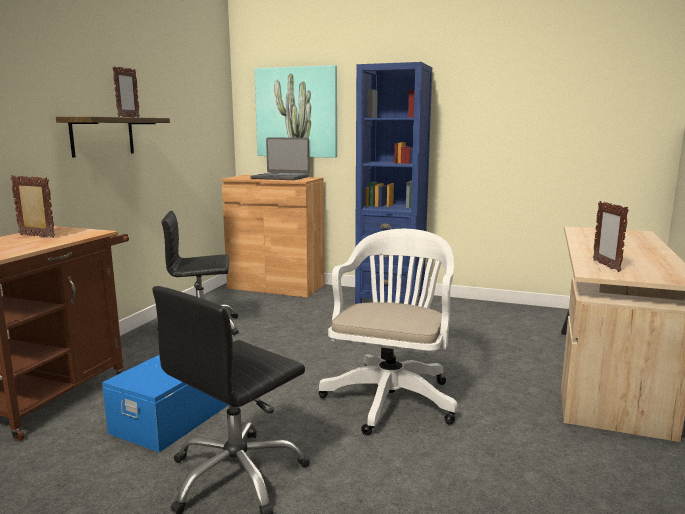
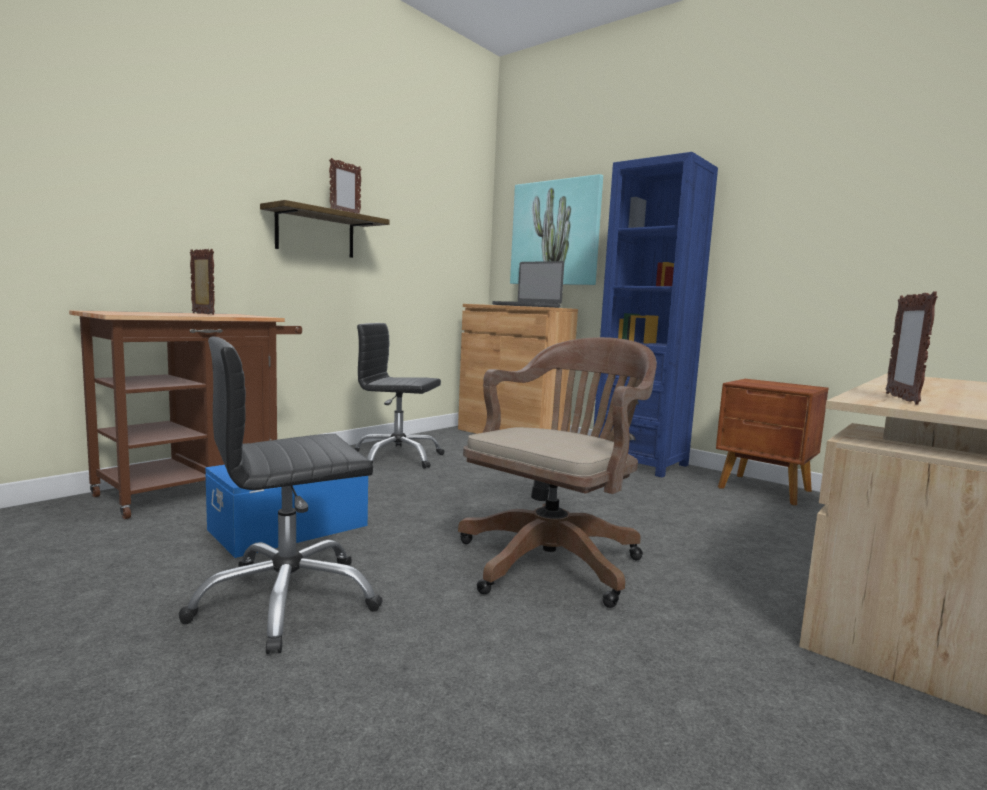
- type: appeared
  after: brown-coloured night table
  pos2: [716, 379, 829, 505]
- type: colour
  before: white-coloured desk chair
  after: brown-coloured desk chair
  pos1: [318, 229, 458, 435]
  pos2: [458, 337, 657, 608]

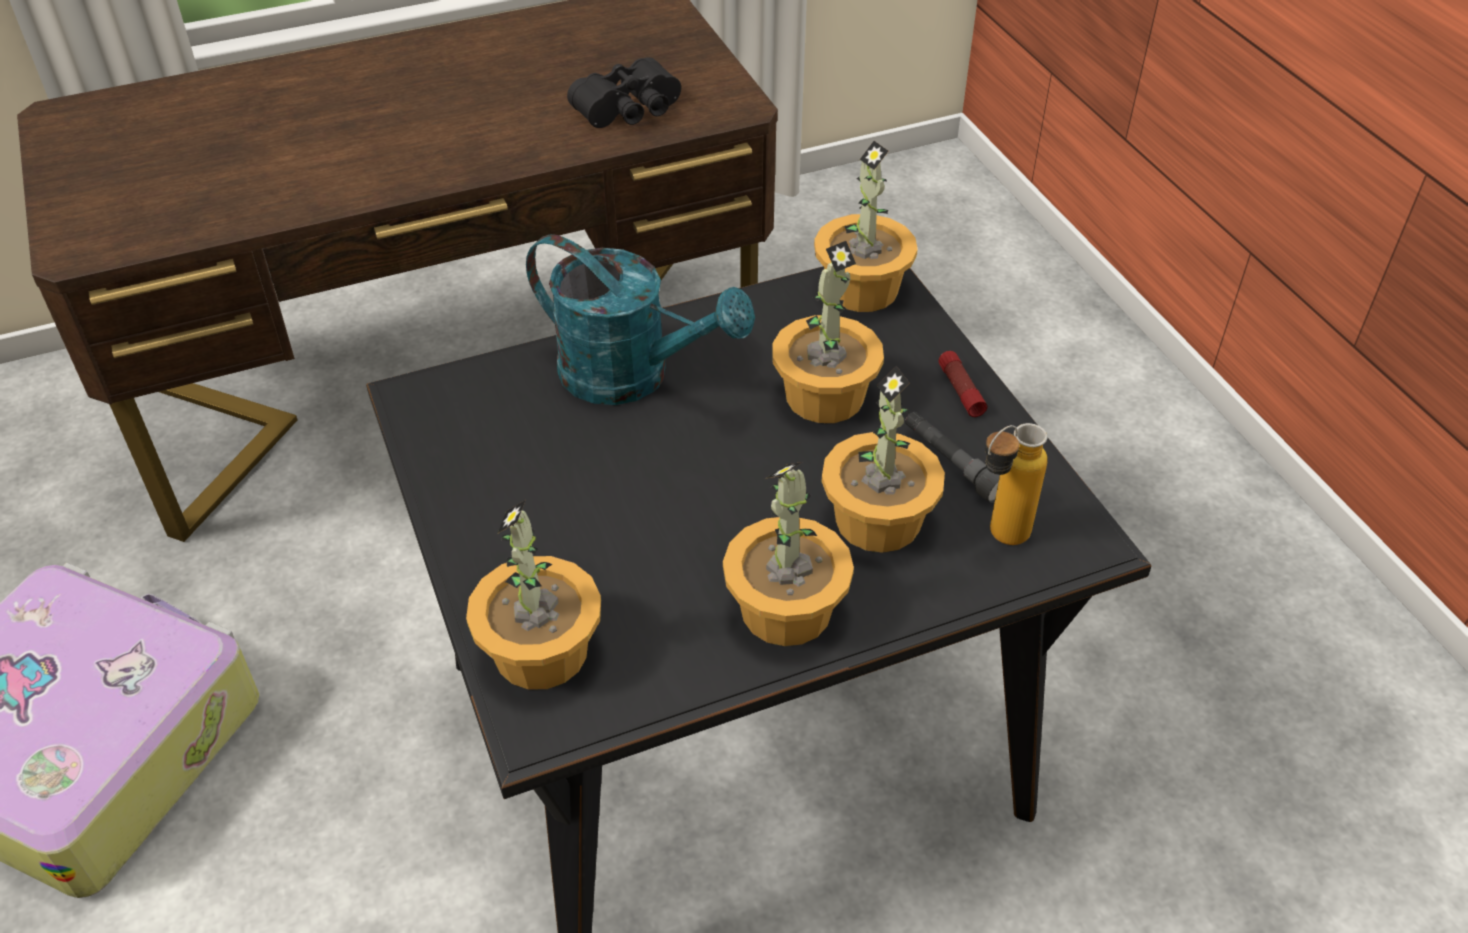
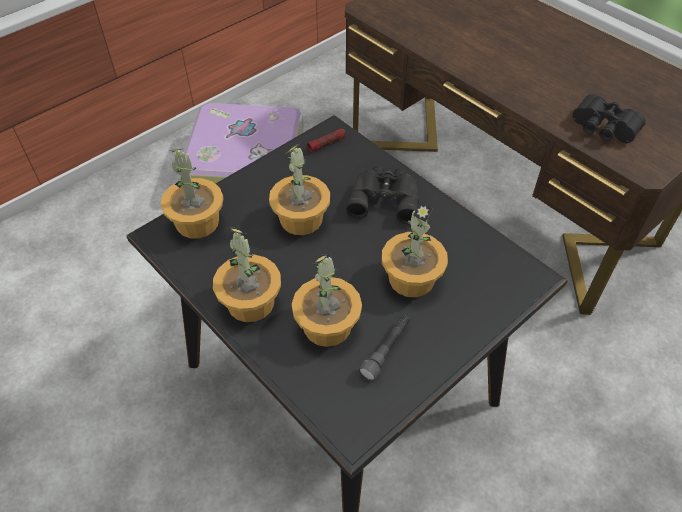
- type: missing
  before: drink bottle
  pos1: [985, 423, 1048, 545]
- type: relocated
  before: plant in a pot
  pos1: [814, 141, 918, 312]
  pos2: [269, 144, 330, 235]
- type: relocated
  before: hand torch
  pos1: [938, 351, 987, 417]
  pos2: [307, 129, 346, 152]
- type: exchanged
  before: turquoise sprinkling can
  after: blackish pair of binoculars
  pos1: [526, 234, 755, 405]
  pos2: [346, 166, 419, 224]

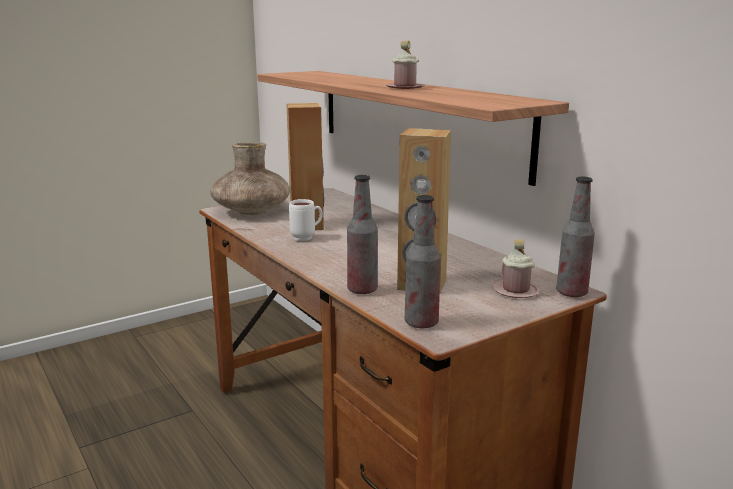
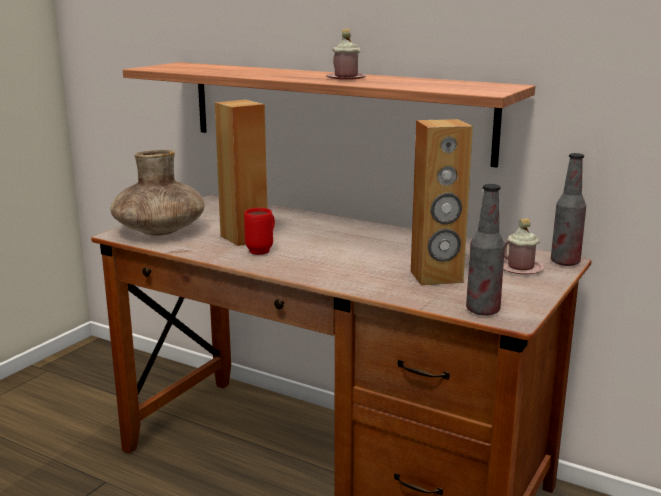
- type: missing
  before: drink bottle
  pos1: [347, 175, 378, 294]
- type: colour
  before: white-coloured tea mug
  after: red tea mug
  pos1: [289, 199, 323, 241]
  pos2: [244, 208, 275, 255]

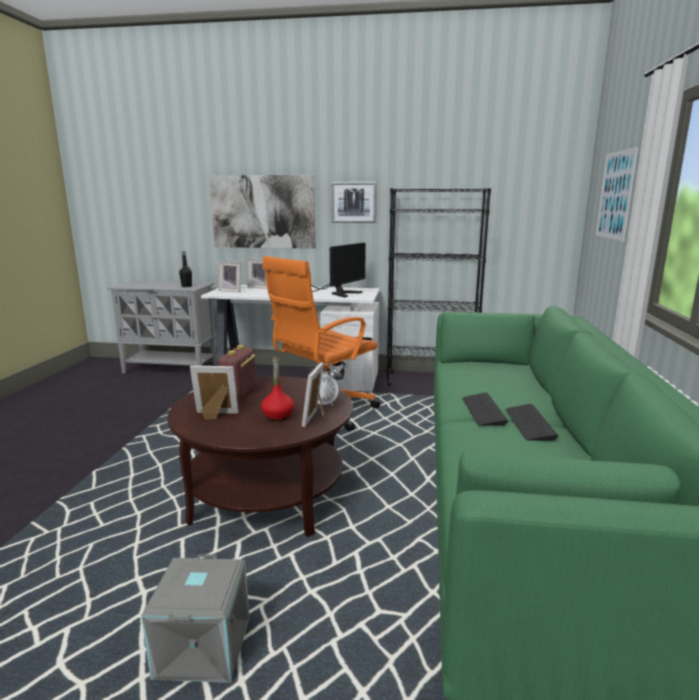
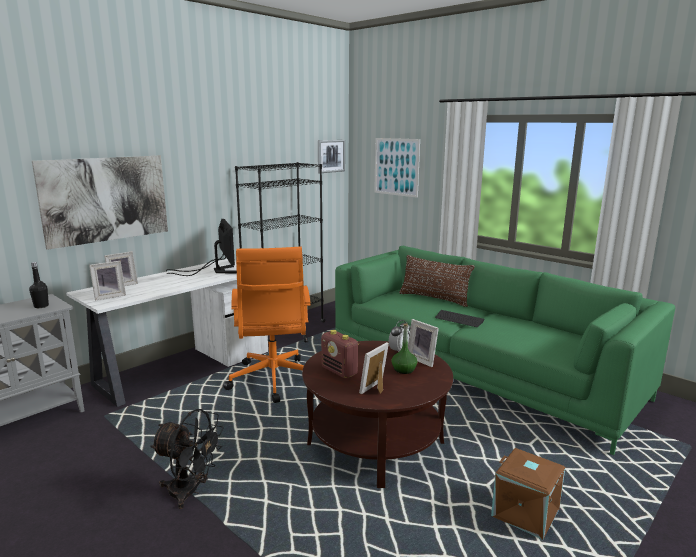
- type: missing
  before: computer keyboard
  pos1: [505, 404, 558, 441]
- type: appeared
  after: blackish electric fan
  pos2: [150, 409, 223, 509]
- type: appeared
  after: brown-coloured throw pillow
  pos2: [399, 255, 474, 307]
- type: relocated
  before: wall picture
  pos1: [331, 182, 377, 223]
  pos2: [318, 140, 345, 173]
- type: colour
  before: greyish storage bin
  after: brown-coloured storage bin
  pos1: [141, 554, 249, 683]
  pos2: [491, 448, 565, 540]
- type: colour
  before: red drink bottle
  after: green drink bottle
  pos1: [261, 357, 294, 421]
  pos2: [391, 323, 417, 374]

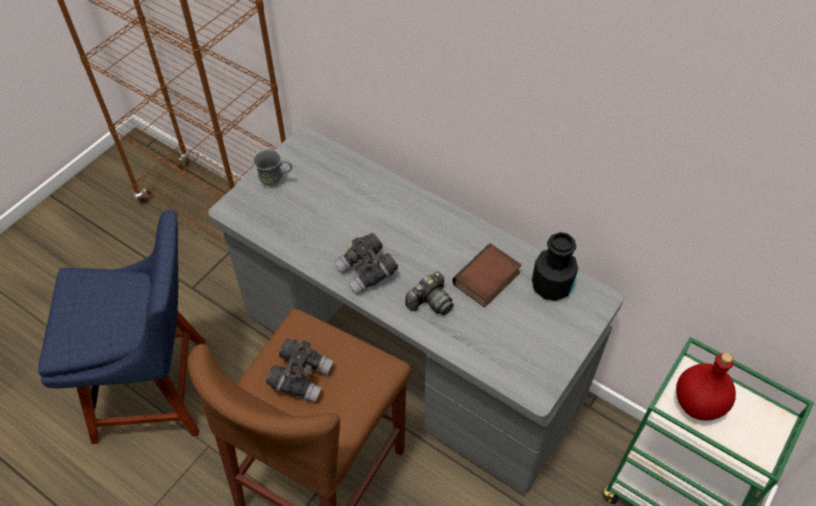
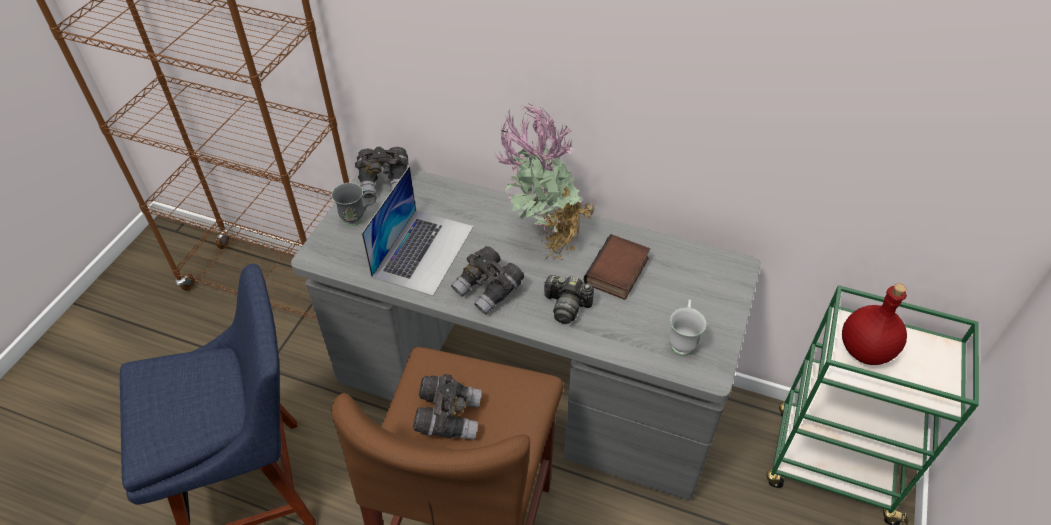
- type: missing
  before: blackish drink bottle
  pos1: [532, 232, 578, 301]
- type: appeared
  after: greyish pair of binoculars
  pos2: [355, 147, 408, 198]
- type: appeared
  after: portable computer
  pos2: [362, 166, 474, 296]
- type: appeared
  after: plant in a pot
  pos2: [493, 104, 595, 260]
- type: appeared
  after: white-coloured tea mug
  pos2: [669, 300, 707, 356]
- type: spun
  before: photo camera
  pos1: [405, 272, 454, 315]
  pos2: [544, 275, 594, 324]
  turn: 75

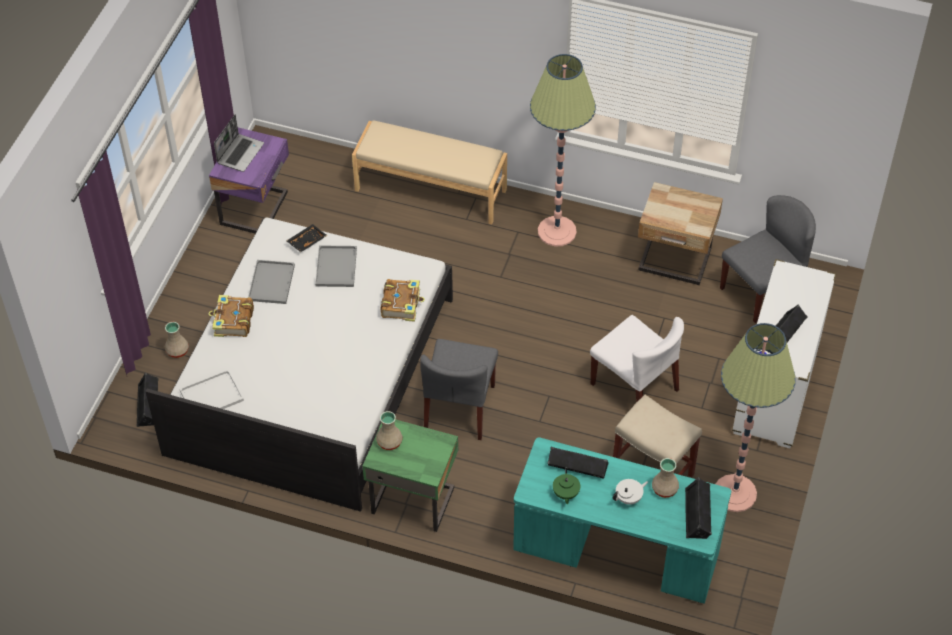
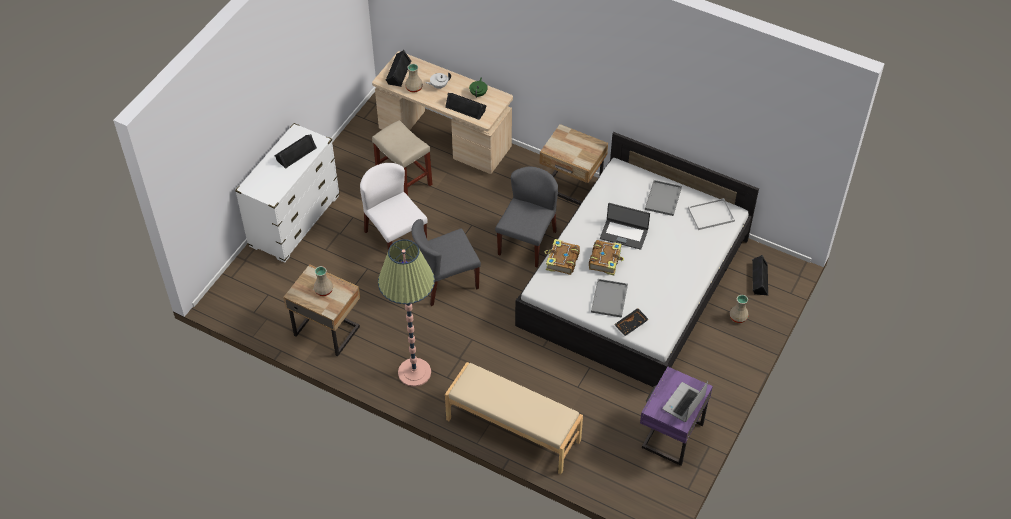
- type: missing
  before: standing lamp
  pos1: [716, 323, 796, 512]
- type: appeared
  after: portable computer
  pos2: [600, 203, 650, 250]
- type: relocated
  before: book
  pos1: [208, 295, 254, 337]
  pos2: [589, 240, 624, 275]
- type: relocated
  before: greyish carrying tray
  pos1: [248, 260, 295, 304]
  pos2: [645, 180, 682, 216]
- type: relocated
  before: sand-coloured vase
  pos1: [376, 411, 402, 450]
  pos2: [313, 266, 333, 296]
- type: relocated
  before: greyish chair
  pos1: [720, 195, 816, 323]
  pos2: [411, 219, 481, 306]
- type: colour
  before: green night table
  after: sand-coloured night table
  pos1: [363, 420, 458, 532]
  pos2: [539, 124, 608, 205]
- type: colour
  before: turquoise desk
  after: sand-coloured desk
  pos1: [513, 437, 731, 604]
  pos2: [372, 51, 513, 174]

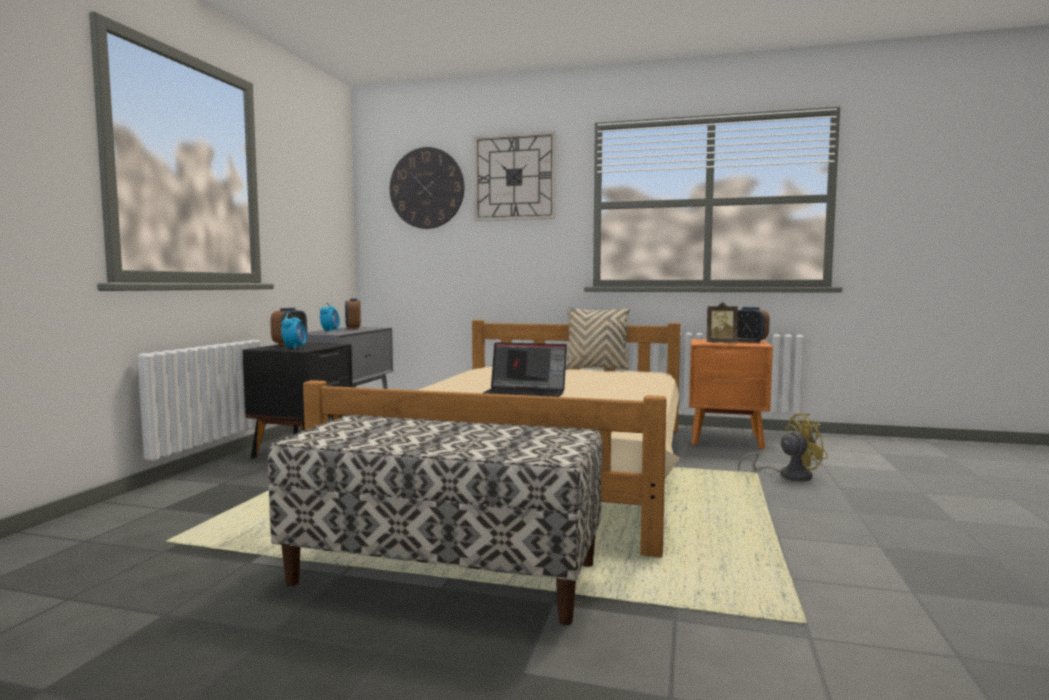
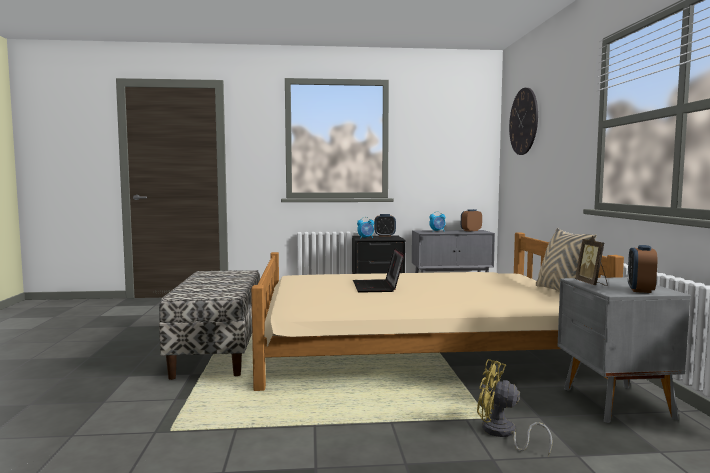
- type: missing
  before: wall clock
  pos1: [474, 131, 556, 221]
- type: colour
  before: orangey night table
  after: greyish night table
  pos1: [689, 339, 773, 449]
  pos2: [558, 277, 690, 423]
- type: spun
  before: yellow electric fan
  pos1: [738, 413, 828, 481]
  pos2: [477, 359, 552, 456]
  turn: 150

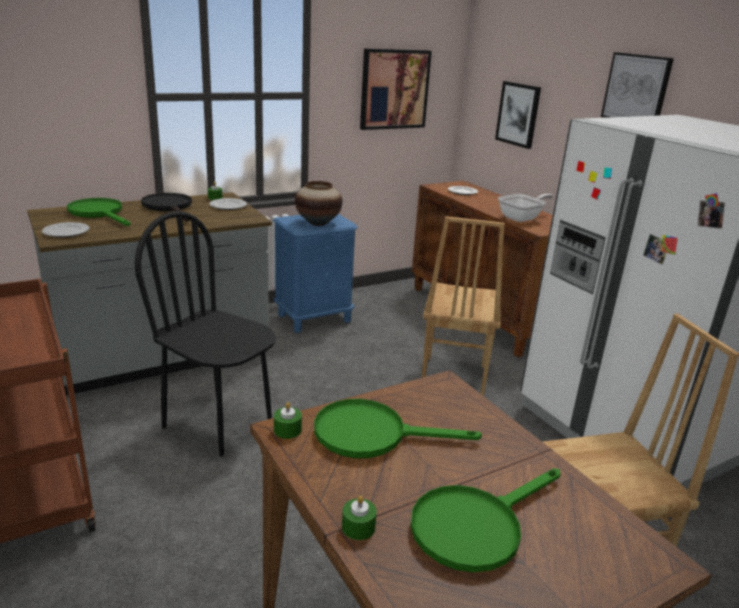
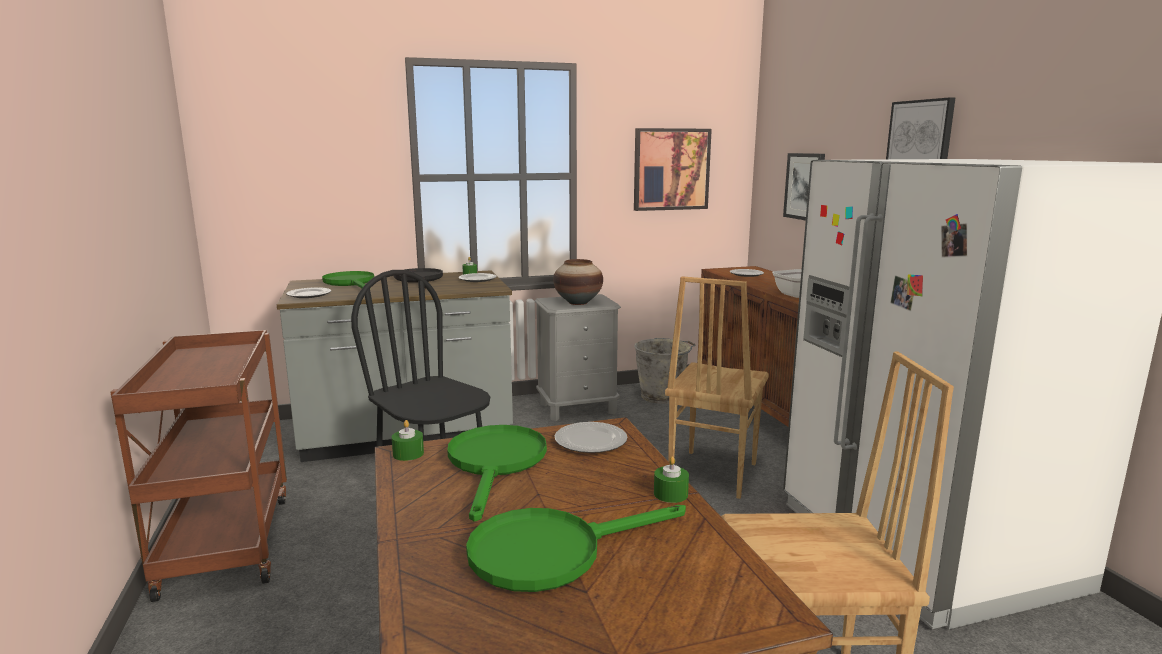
- type: appeared
  after: flat dish
  pos2: [555, 422, 627, 453]
- type: appeared
  after: greyish water bucket
  pos2: [634, 338, 696, 404]
- type: relocated
  before: green wax candle
  pos1: [342, 495, 377, 540]
  pos2: [654, 456, 689, 503]
- type: colour
  before: bluish night table
  after: greyish night table
  pos1: [273, 214, 358, 333]
  pos2: [535, 294, 621, 421]
- type: spun
  before: green skillet
  pos1: [314, 399, 482, 458]
  pos2: [447, 425, 547, 522]
  turn: 75

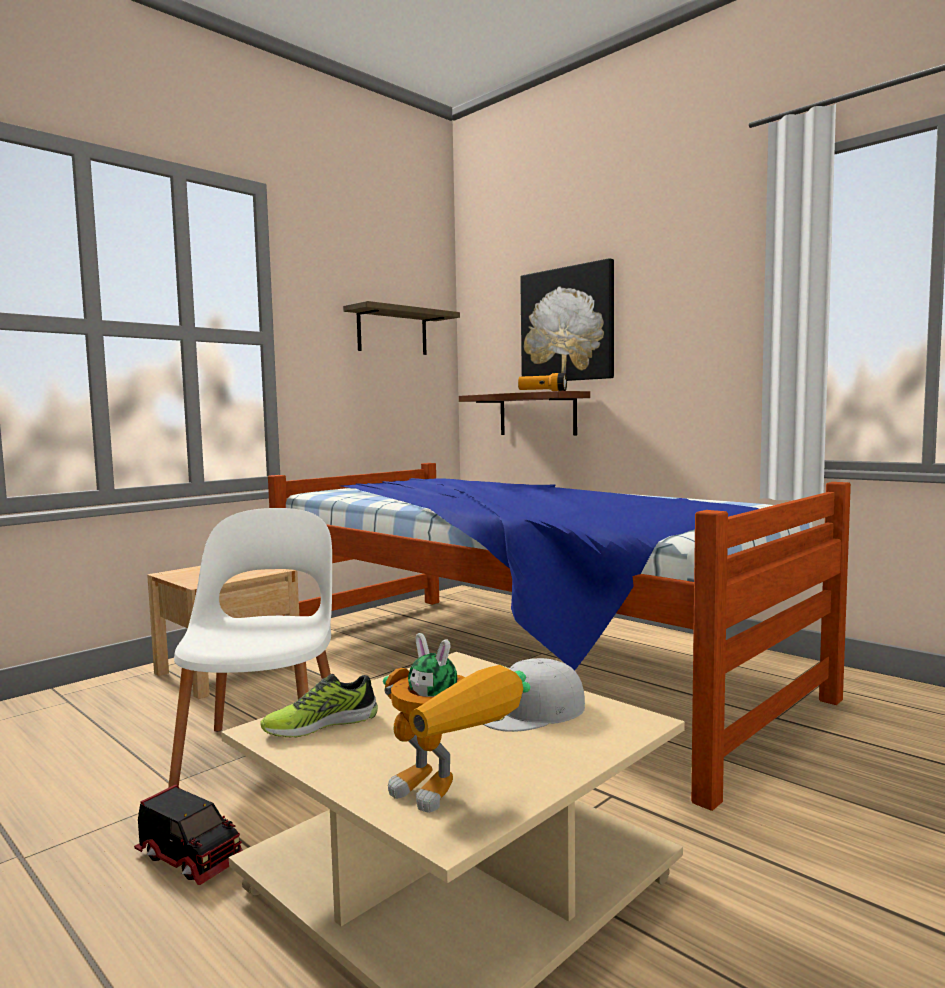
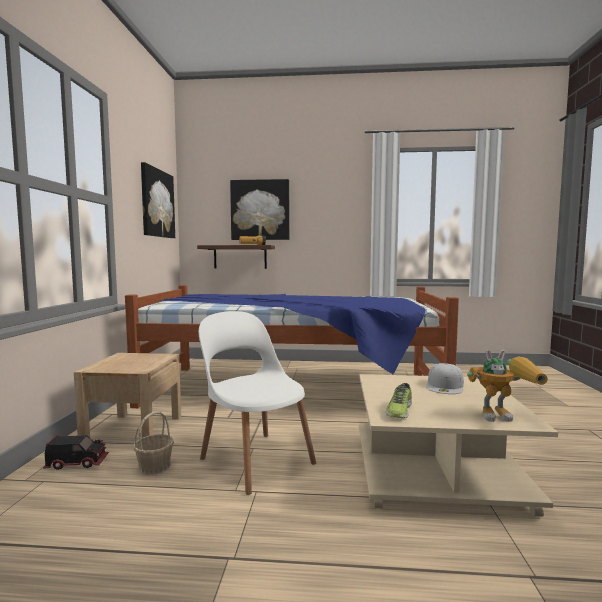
- type: appeared
  after: storage basket
  pos2: [133, 411, 174, 475]
- type: relocated
  before: toy truck
  pos1: [134, 784, 243, 885]
  pos2: [43, 435, 109, 470]
- type: exchanged
  before: wall shelf
  after: wall picture
  pos1: [343, 301, 460, 355]
  pos2: [141, 162, 175, 238]

